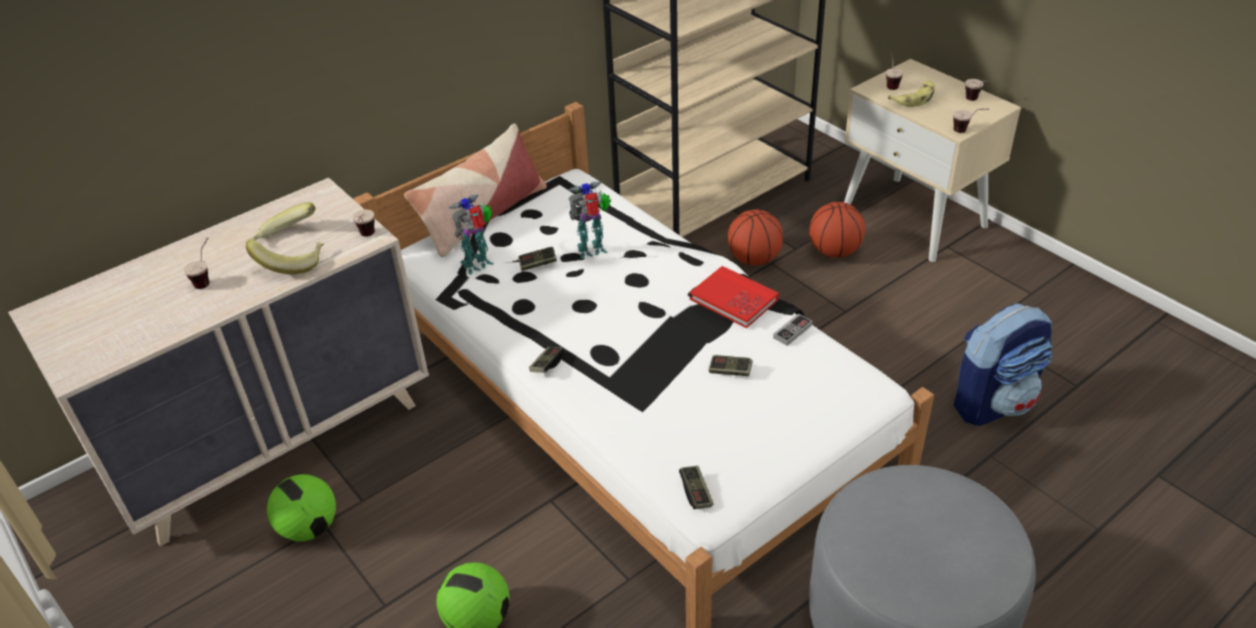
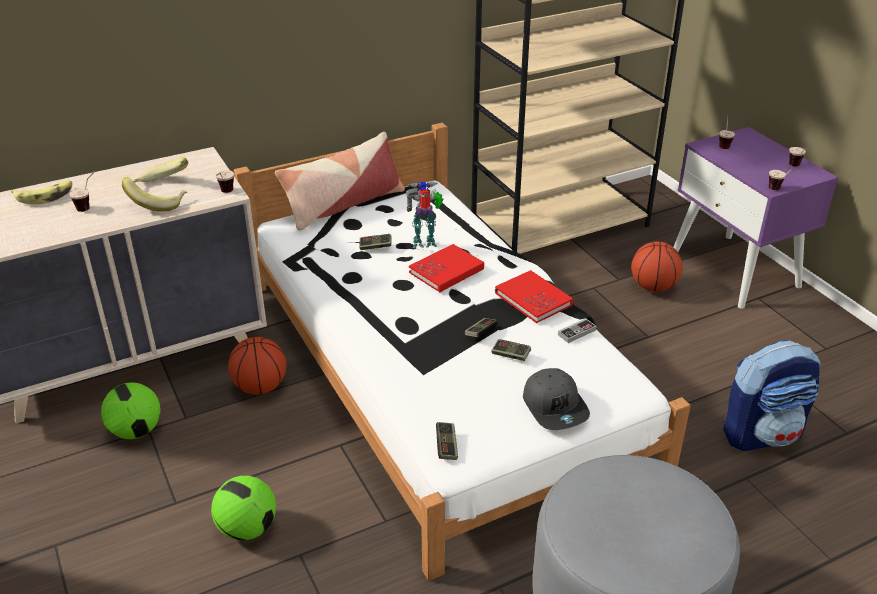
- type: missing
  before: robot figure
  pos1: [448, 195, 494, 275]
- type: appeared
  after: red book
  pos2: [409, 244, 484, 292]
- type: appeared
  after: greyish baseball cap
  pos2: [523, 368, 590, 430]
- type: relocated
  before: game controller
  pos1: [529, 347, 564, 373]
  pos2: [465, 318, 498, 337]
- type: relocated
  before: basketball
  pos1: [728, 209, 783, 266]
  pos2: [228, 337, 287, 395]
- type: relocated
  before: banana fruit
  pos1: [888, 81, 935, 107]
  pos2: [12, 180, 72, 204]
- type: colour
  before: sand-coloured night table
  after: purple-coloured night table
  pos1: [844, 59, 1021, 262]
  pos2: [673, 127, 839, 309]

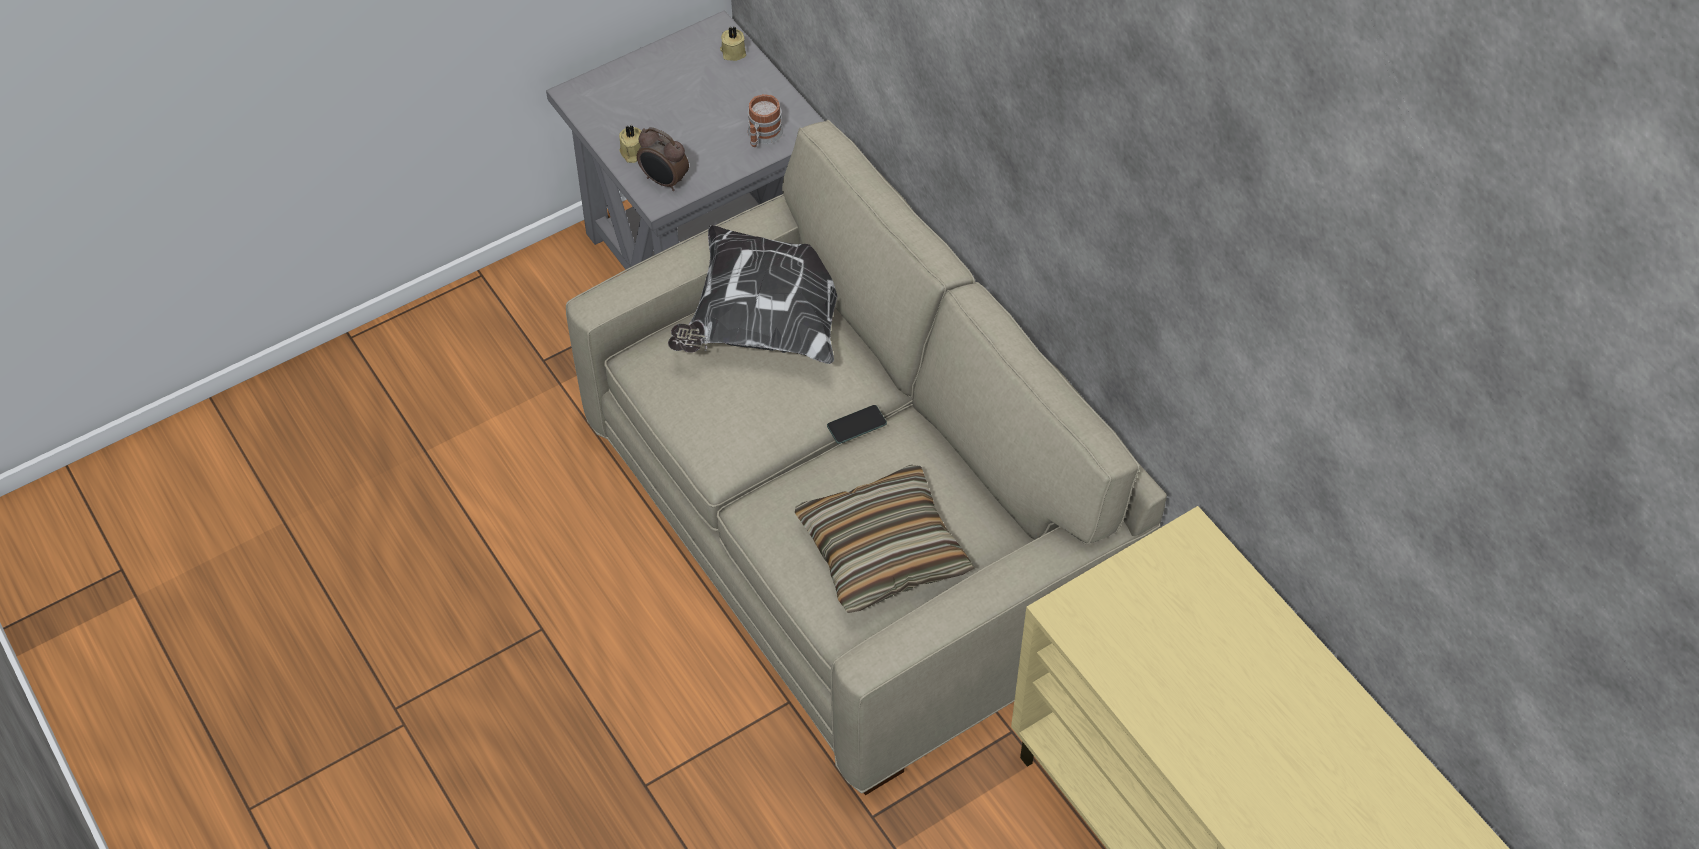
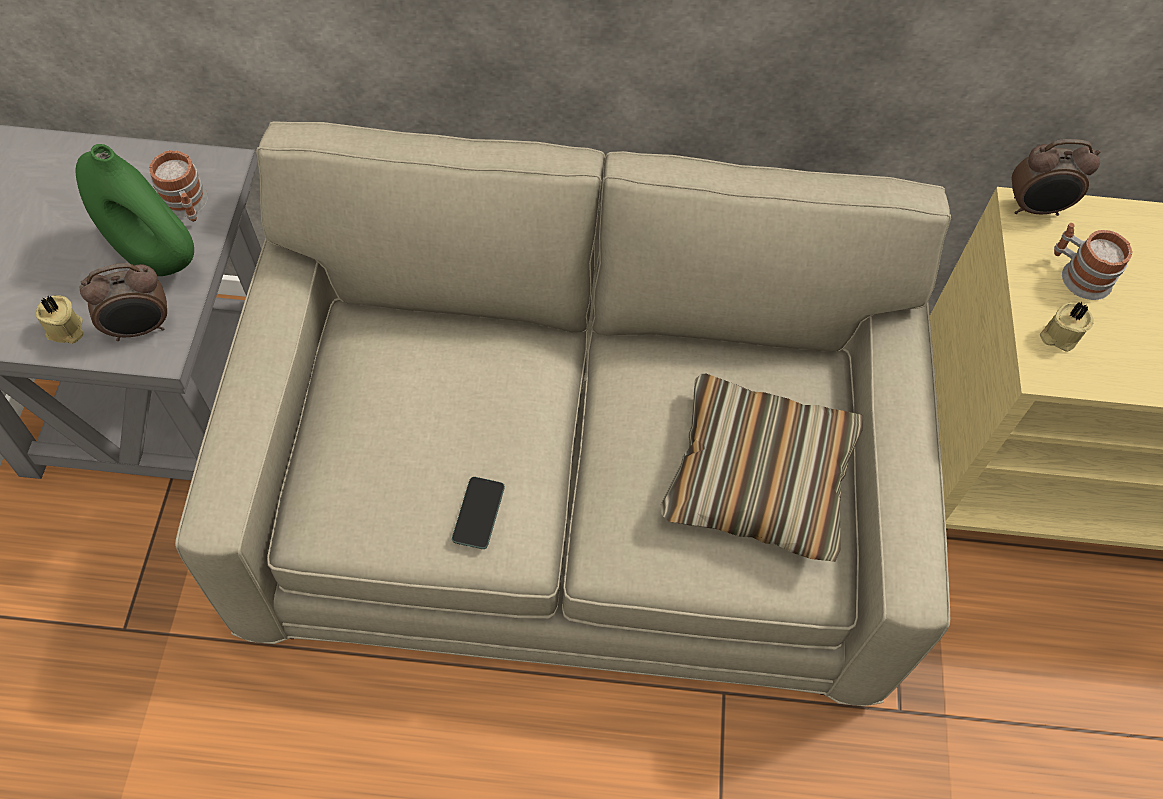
- type: missing
  before: throw pillow
  pos1: [668, 225, 838, 364]
- type: appeared
  after: green vase
  pos2: [76, 144, 194, 276]
- type: appeared
  after: table clock
  pos2: [1012, 139, 1101, 216]
- type: appeared
  after: tea mug
  pos2: [1054, 223, 1132, 300]
- type: relocated
  before: sand-coloured wax candle
  pos1: [720, 26, 746, 61]
  pos2: [1040, 302, 1094, 352]
- type: relocated
  before: phone
  pos1: [827, 405, 887, 444]
  pos2: [452, 477, 505, 549]

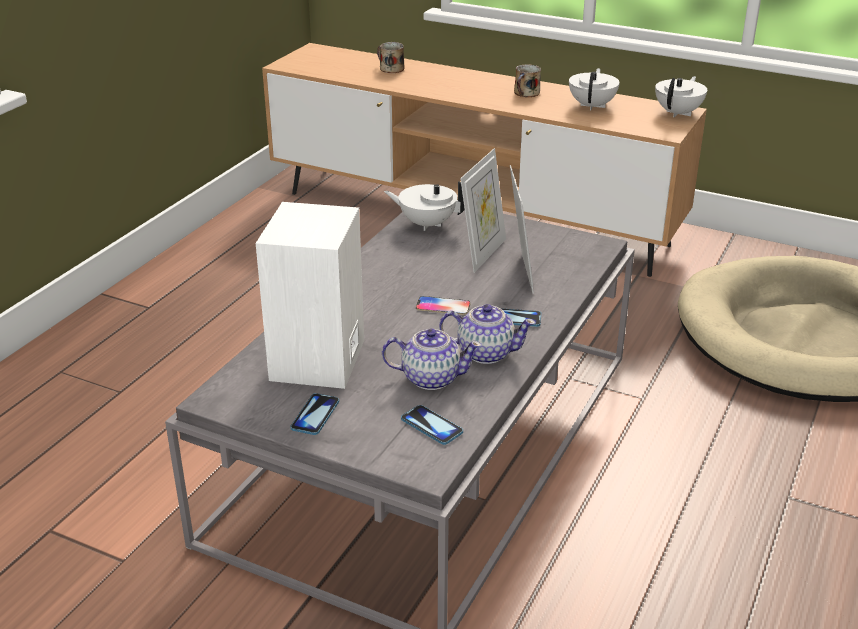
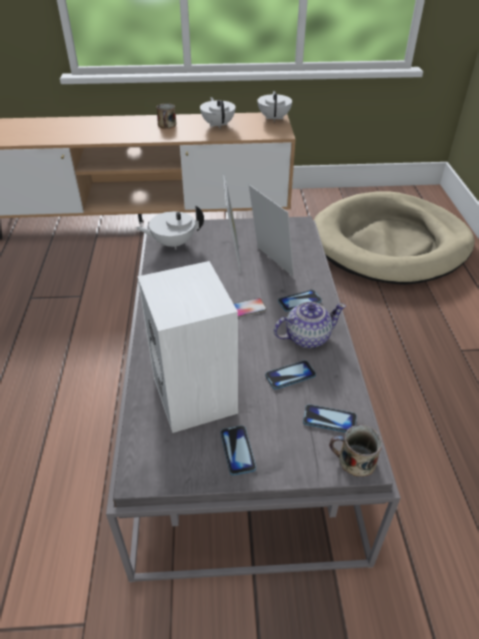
- type: relocated
  before: tea mug
  pos1: [377, 42, 404, 73]
  pos2: [329, 424, 382, 477]
- type: exchanged
  before: teapot
  after: phone
  pos1: [382, 328, 482, 390]
  pos2: [265, 360, 316, 389]

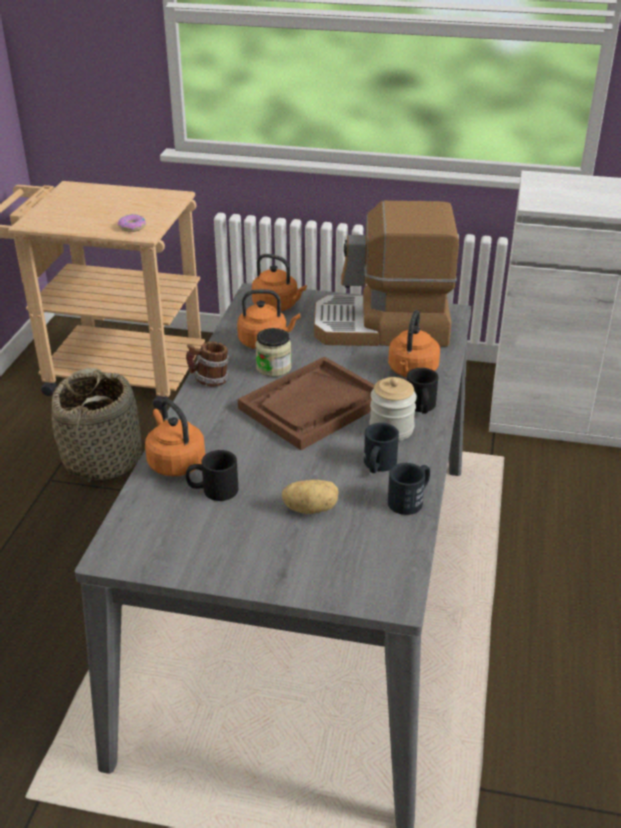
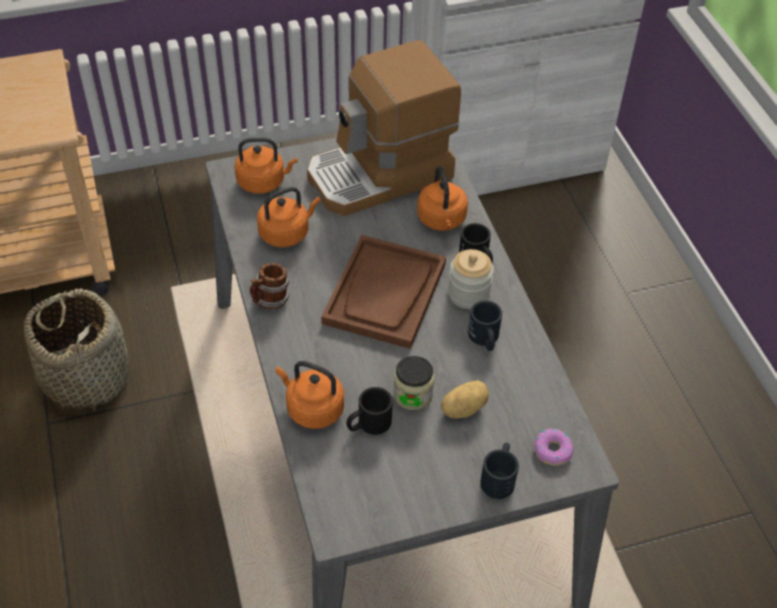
- type: relocated
  before: ring doughnut
  pos1: [118, 214, 146, 232]
  pos2: [534, 429, 574, 466]
- type: relocated
  before: storage jar
  pos1: [255, 328, 292, 377]
  pos2: [393, 356, 434, 410]
- type: relocated
  before: blackish tea mug
  pos1: [388, 463, 430, 515]
  pos2: [480, 443, 519, 499]

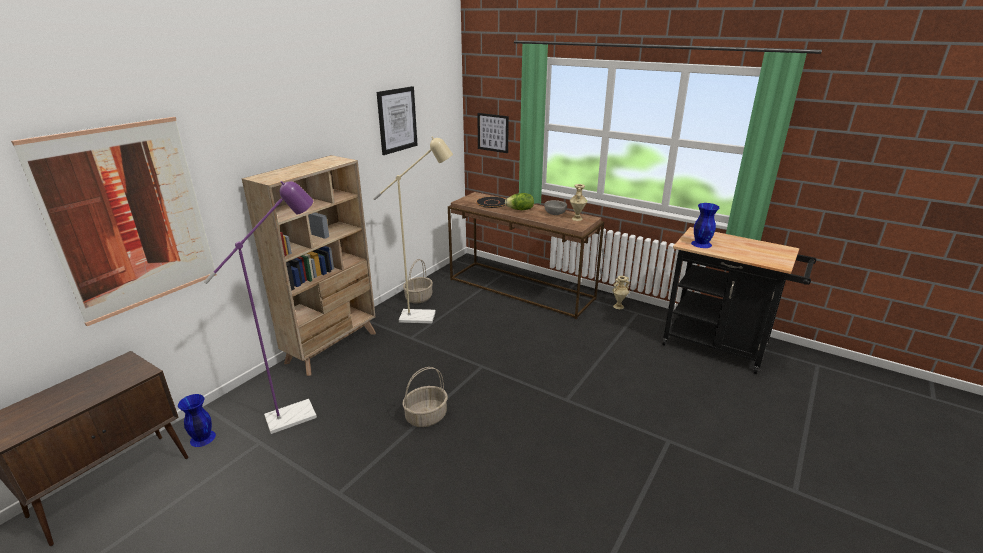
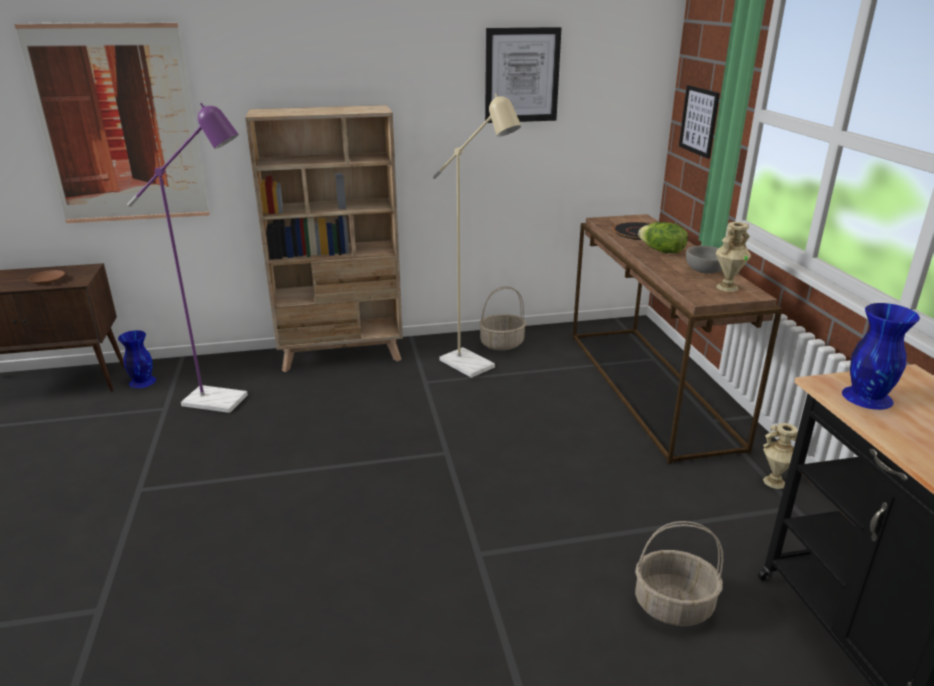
- type: appeared
  after: brown-coloured flat dish
  pos2: [28, 270, 65, 284]
- type: relocated
  before: storage basket
  pos1: [402, 367, 448, 427]
  pos2: [635, 521, 723, 626]

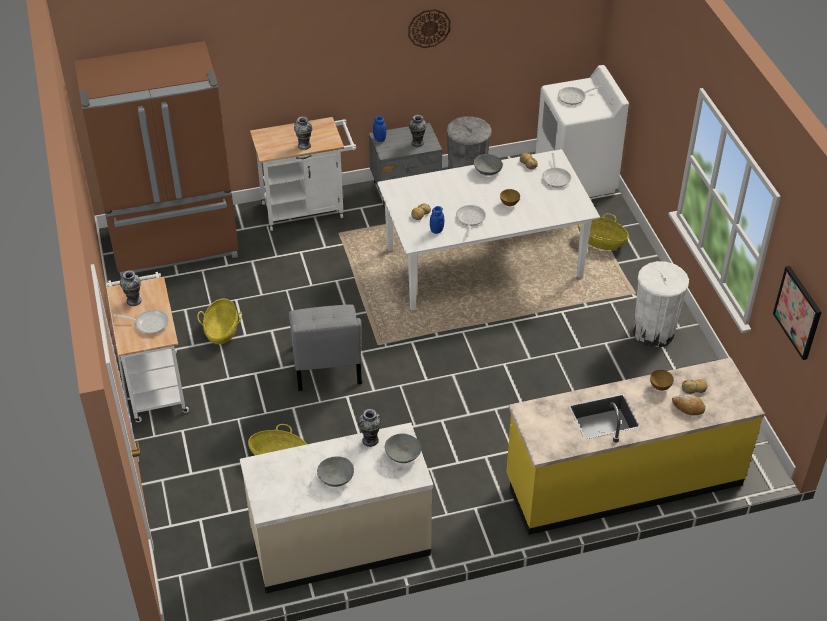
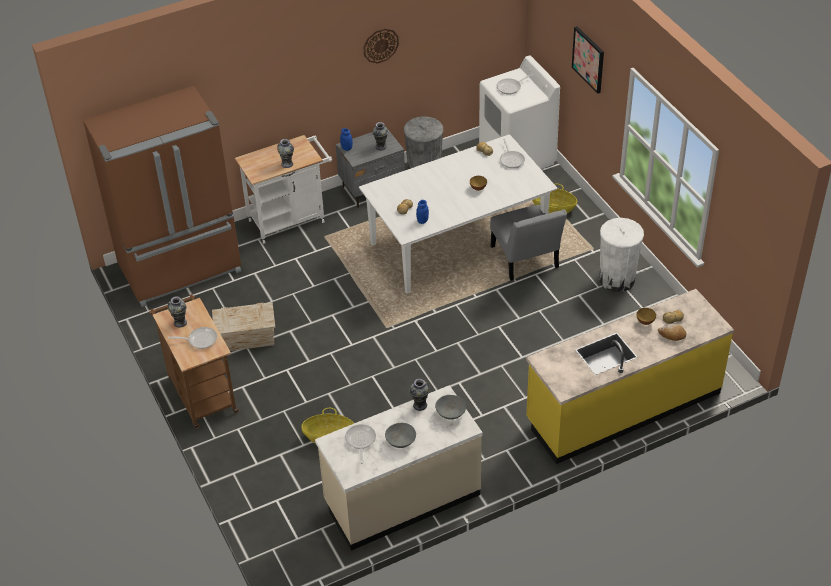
- type: missing
  before: greyish deep dish
  pos1: [474, 154, 503, 176]
- type: relocated
  before: greyish chair
  pos1: [289, 304, 362, 391]
  pos2: [490, 205, 567, 280]
- type: relocated
  before: skillet
  pos1: [456, 205, 486, 237]
  pos2: [345, 424, 376, 464]
- type: relocated
  before: wall picture
  pos1: [773, 266, 821, 360]
  pos2: [572, 26, 604, 94]
- type: exchanged
  before: storage basket
  after: shipping crate
  pos1: [197, 299, 242, 344]
  pos2: [212, 302, 275, 351]
- type: colour
  before: white-coloured cart
  after: brown-coloured cart
  pos1: [106, 272, 189, 422]
  pos2: [149, 294, 239, 429]

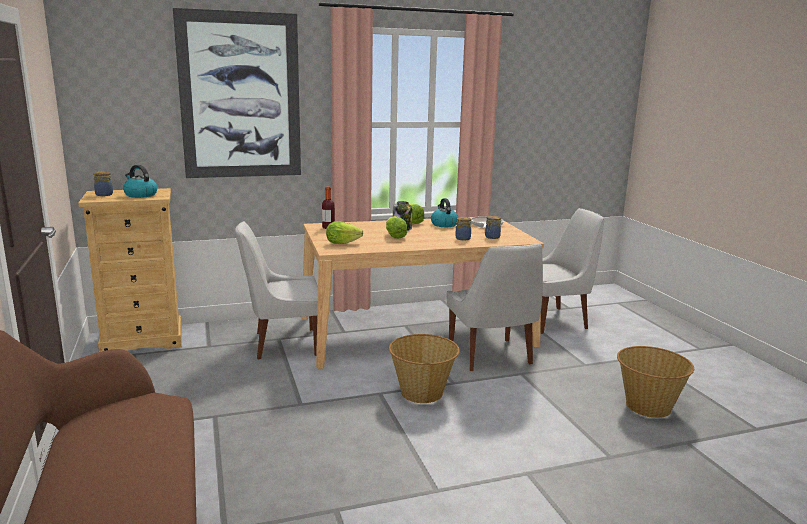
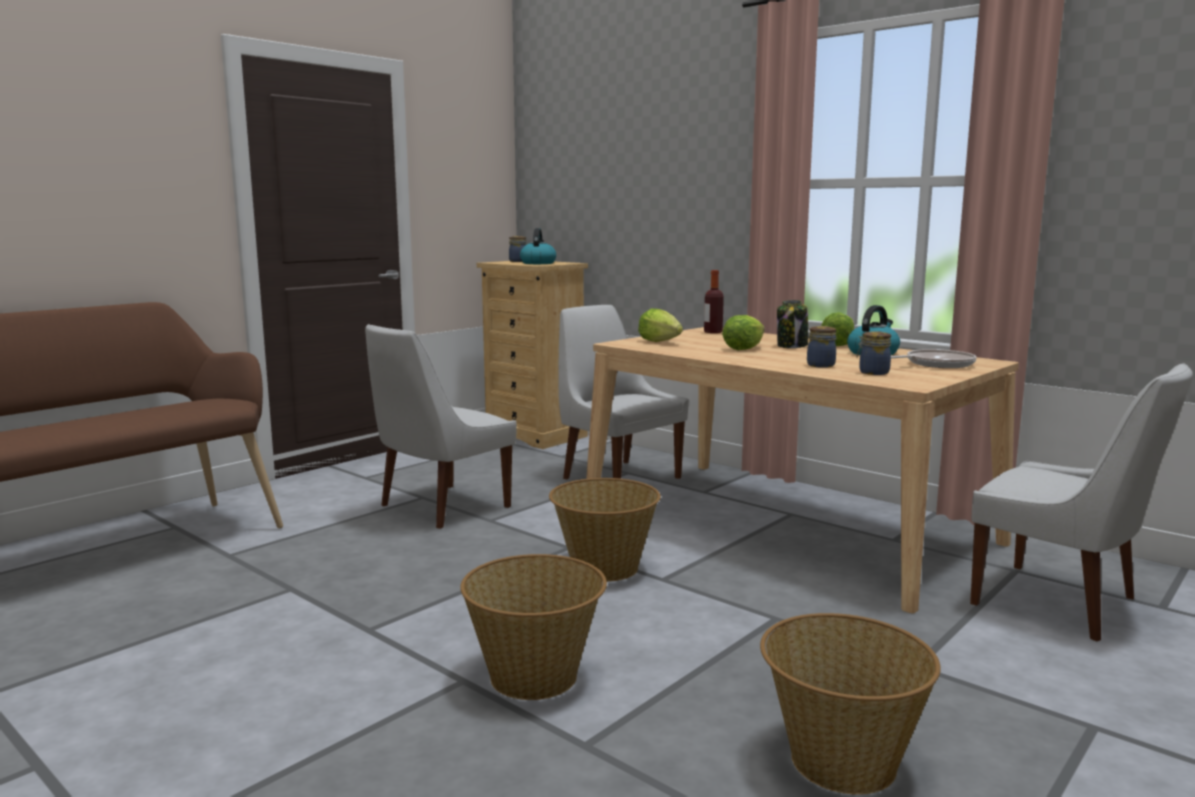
- type: missing
  before: wall picture
  pos1: [173, 8, 301, 178]
- type: appeared
  after: storage basket
  pos2: [460, 554, 607, 700]
- type: relocated
  before: white-coloured chair
  pos1: [447, 244, 543, 371]
  pos2: [365, 324, 517, 529]

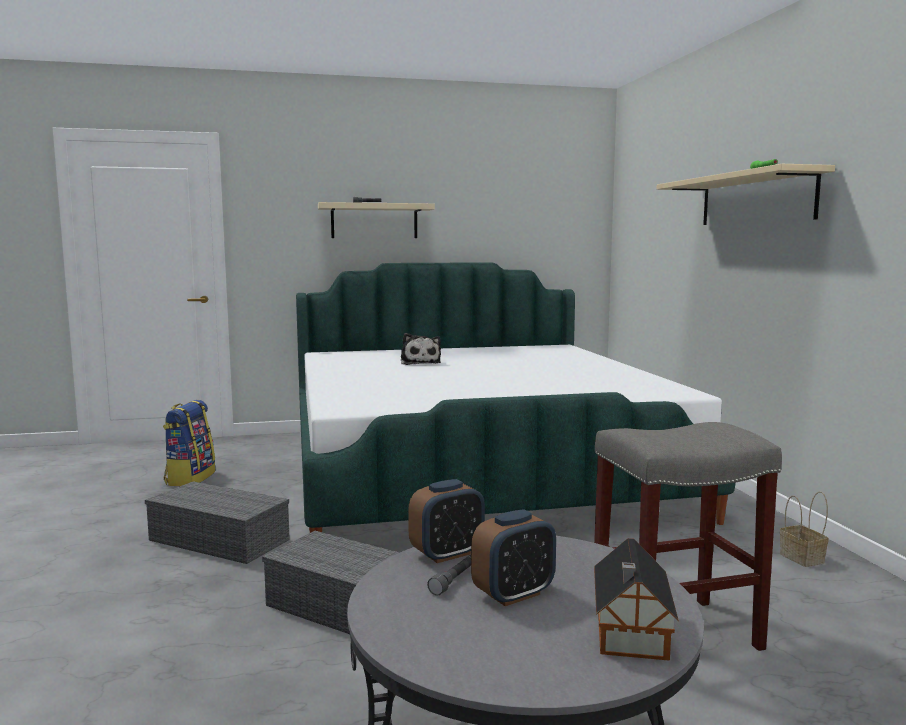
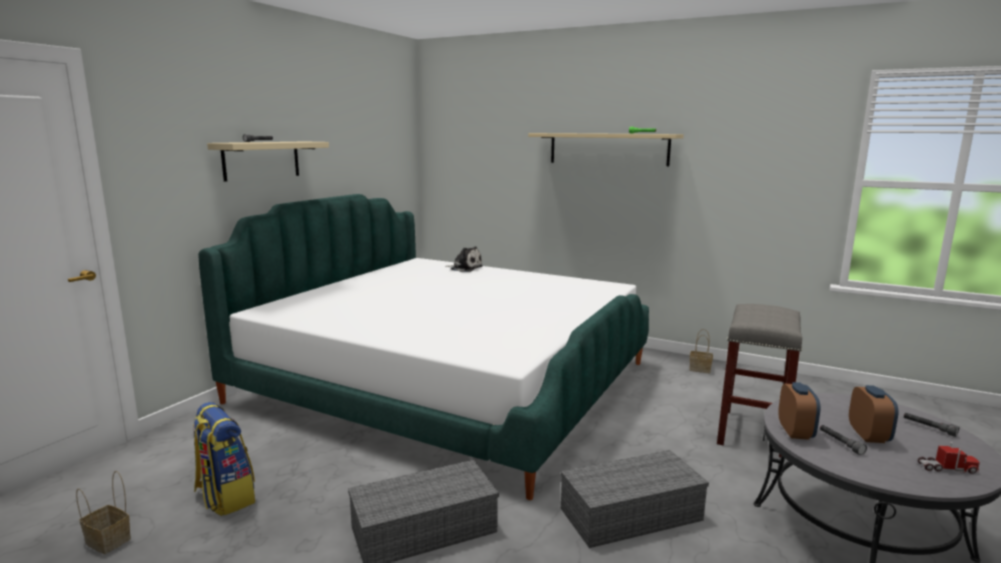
- type: appeared
  after: storage basket
  pos2: [76, 471, 131, 554]
- type: appeared
  after: toy truck
  pos2: [918, 442, 980, 474]
- type: relocated
  before: plush toy
  pos1: [401, 333, 441, 365]
  pos2: [445, 246, 483, 272]
- type: exchanged
  before: toy house
  after: greyish hand torch
  pos1: [594, 538, 679, 661]
  pos2: [904, 413, 959, 437]

